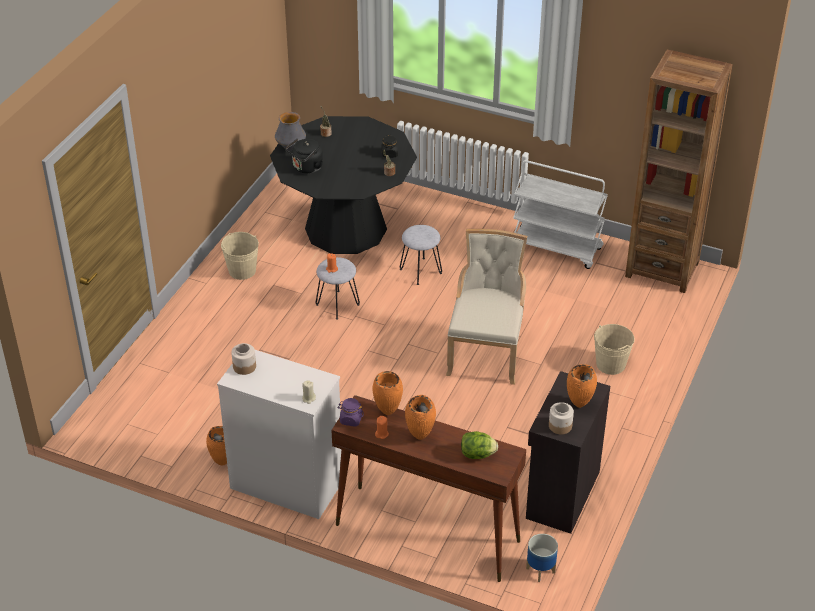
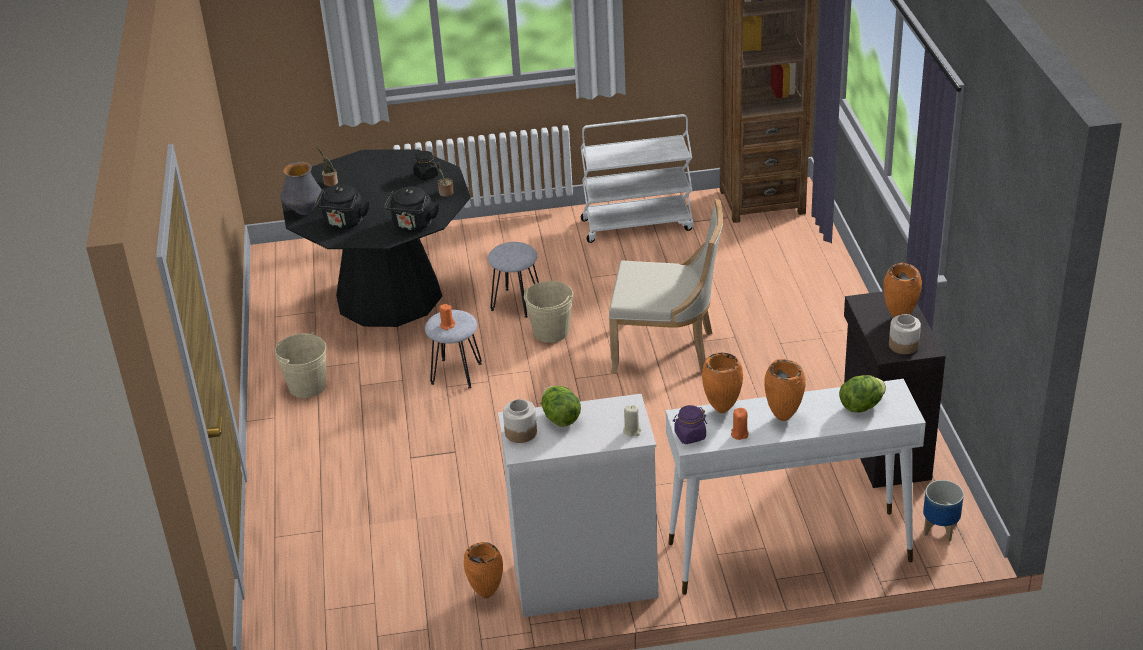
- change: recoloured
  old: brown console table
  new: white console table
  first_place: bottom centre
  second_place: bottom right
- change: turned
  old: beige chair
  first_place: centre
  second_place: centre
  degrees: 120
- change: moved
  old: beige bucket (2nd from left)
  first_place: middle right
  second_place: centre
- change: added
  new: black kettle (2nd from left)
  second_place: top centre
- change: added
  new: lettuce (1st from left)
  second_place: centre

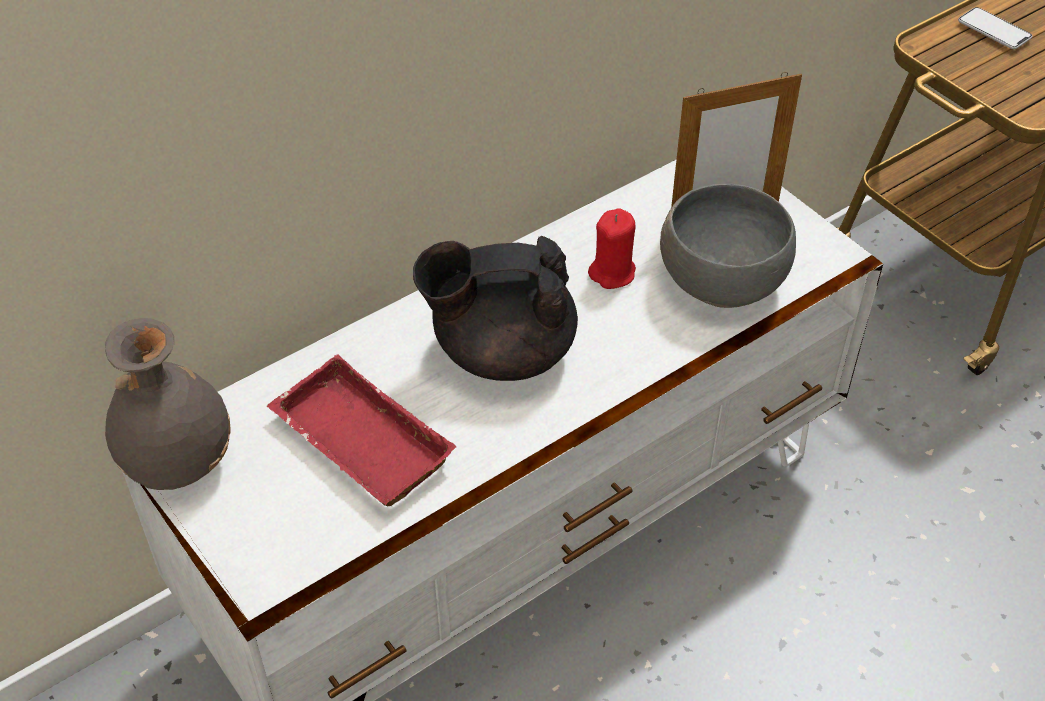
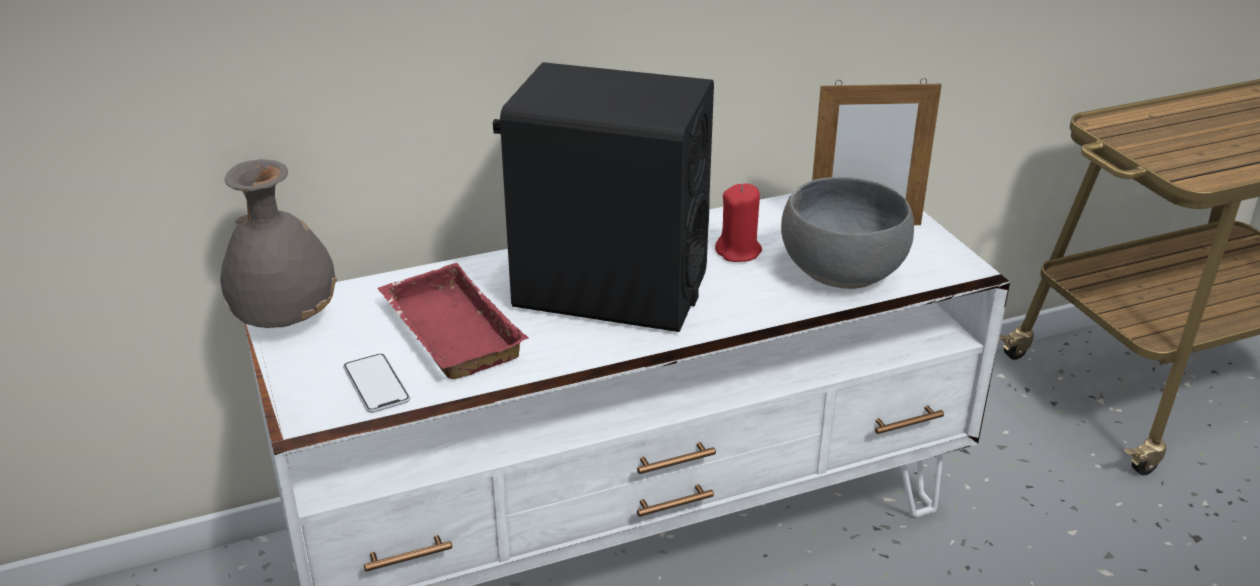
- change: replaced
  old: black teapot
  new: black speaker
  first_place: centre
  second_place: centre
- change: moved
  old: phone
  first_place: top right
  second_place: middle left

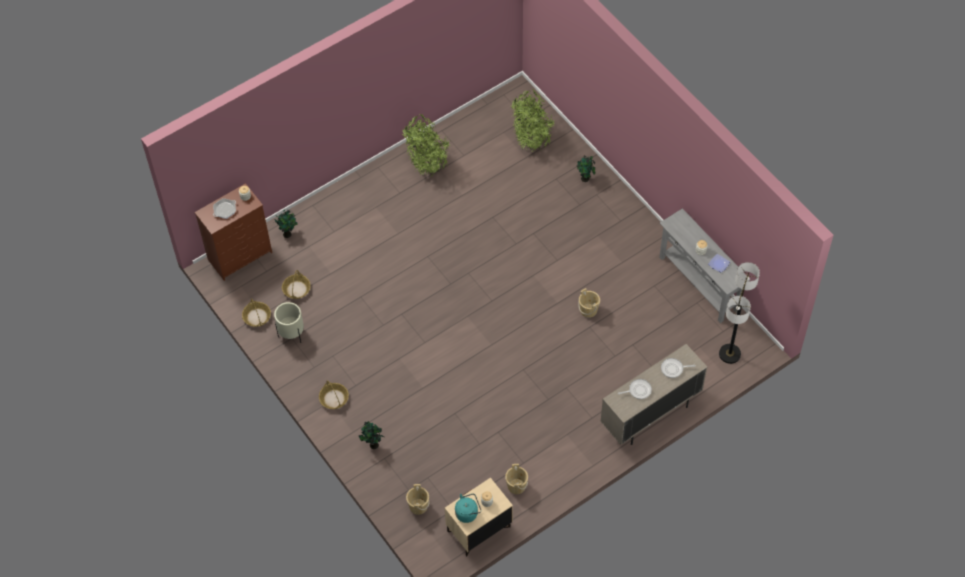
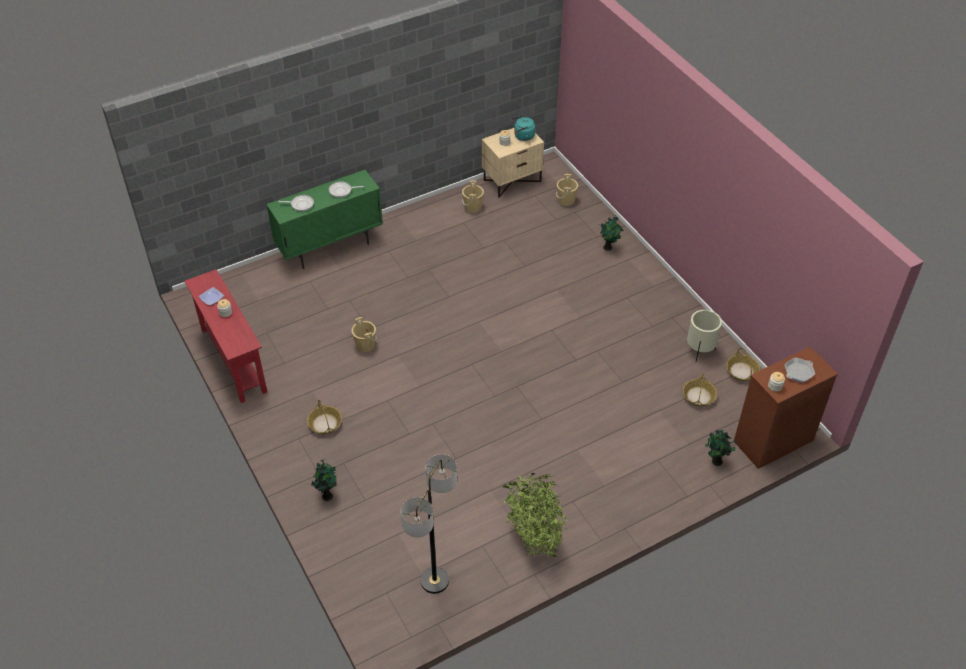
- change: moved
  old: basket (3rd from left in the first image)
  new: basket (1st from left)
  first_place: bottom centre
  second_place: centre
- change: removed
  old: potted plant (4th from left)
  first_place: top centre
- change: recoloured
  old: beige cabinet
  new: green cabinet
  first_place: bottom right
  second_place: top centre
- change: recoloured
  old: grey console table
  new: red console table
  first_place: middle right
  second_place: middle left
- change: moved
  old: floor lamp
  first_place: middle right
  second_place: bottom centre

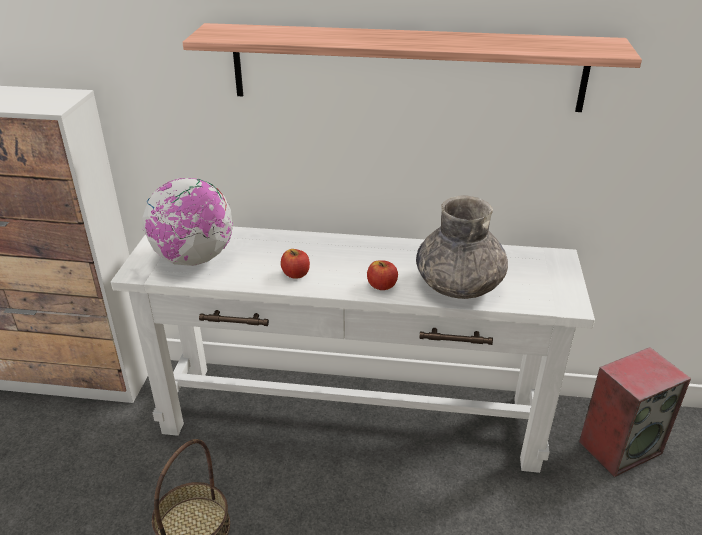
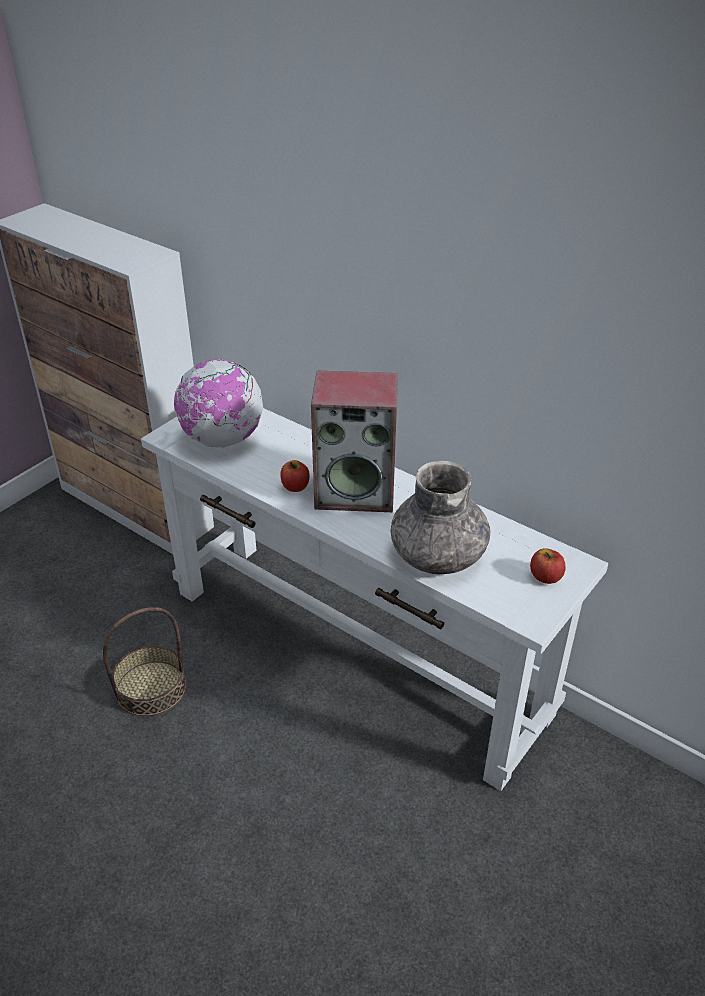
- change: removed
  old: shelf
  first_place: top centre
- change: moved
  old: apple (2nd from left)
  first_place: centre
  second_place: middle right
- change: moved
  old: speaker
  first_place: bottom right
  second_place: centre

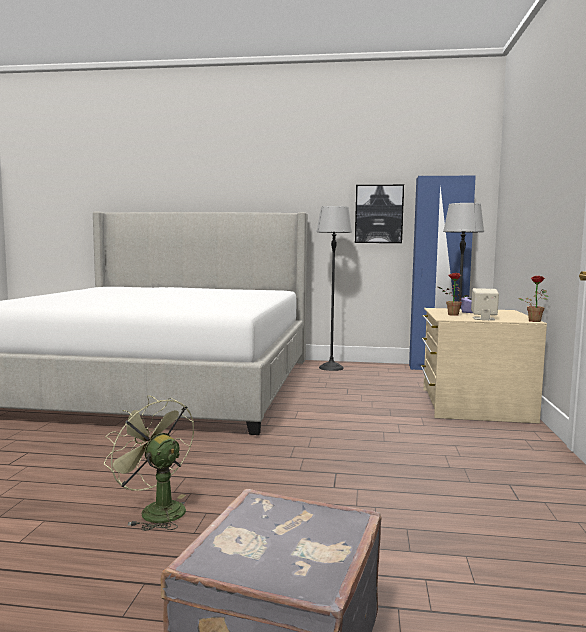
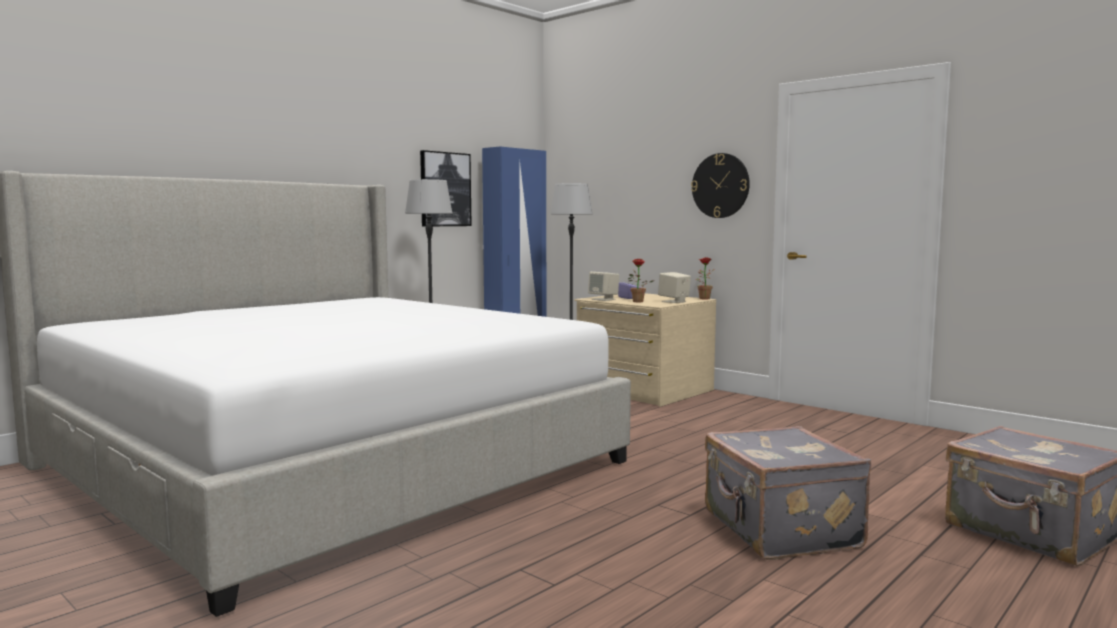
- change: replaced
  old: green fan
  new: grey suitcase (1st from left)
  first_place: bottom left
  second_place: bottom right
- change: added
  new: beige speaker (1st from left)
  second_place: centre
- change: added
  new: wall clock
  second_place: top centre

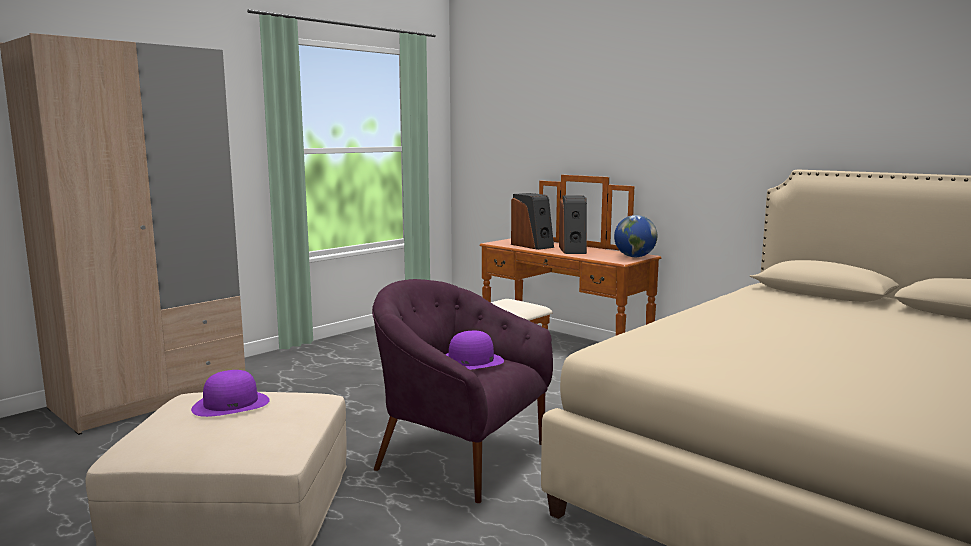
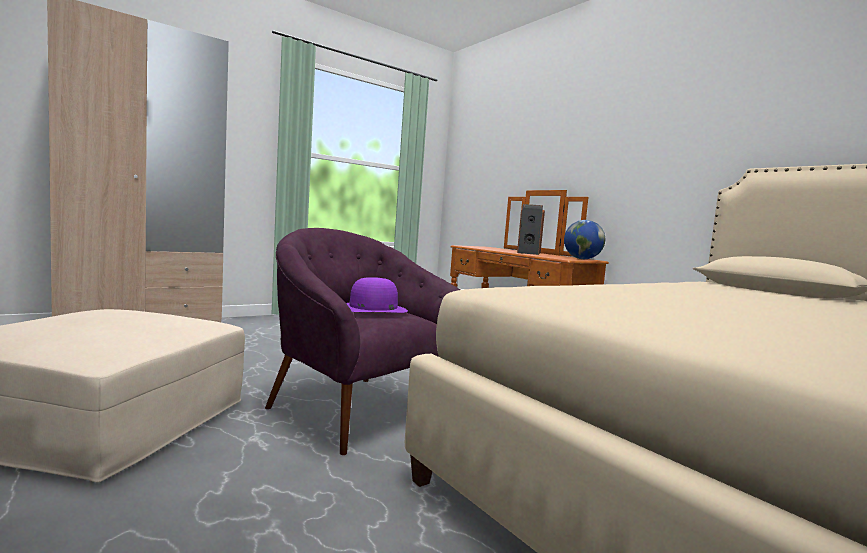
- change: removed
  old: purple hat (1st from left)
  first_place: bottom left
- change: removed
  old: speaker (1st from left)
  first_place: centre

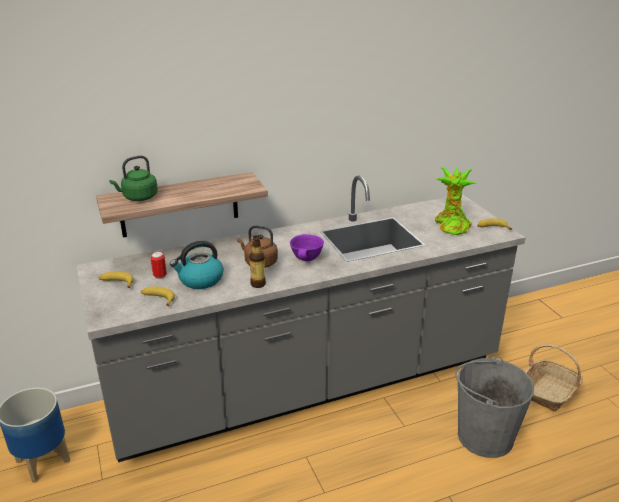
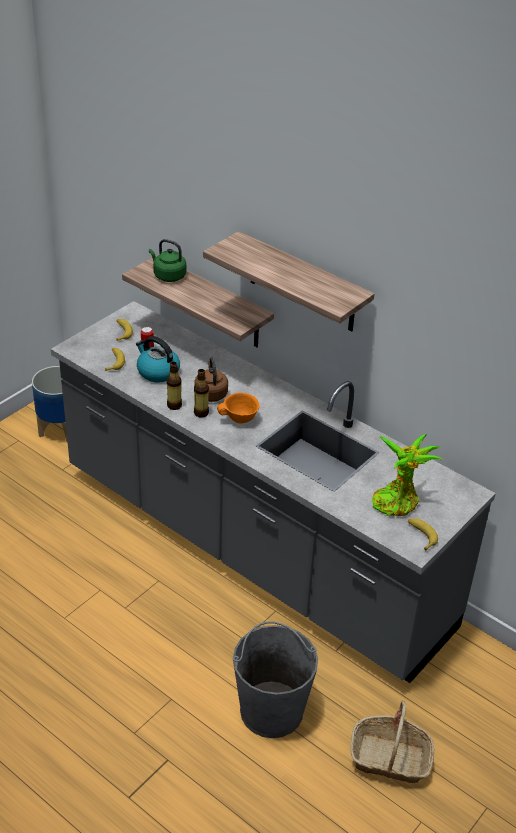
- change: recoloured
  old: purple bowl
  new: orange bowl
  first_place: centre
  second_place: centre
- change: added
  new: bottle (2nd from left)
  second_place: centre
- change: added
  new: shelf (2nd from left)
  second_place: centre

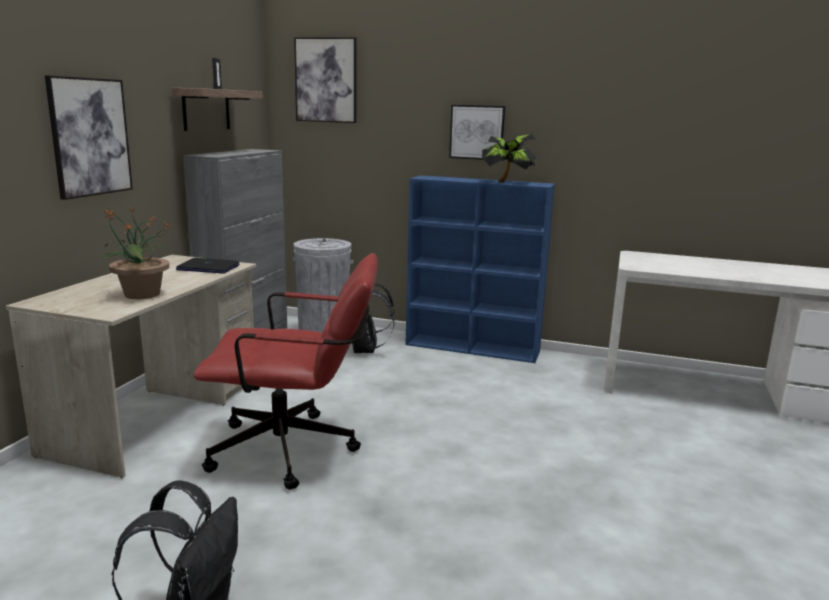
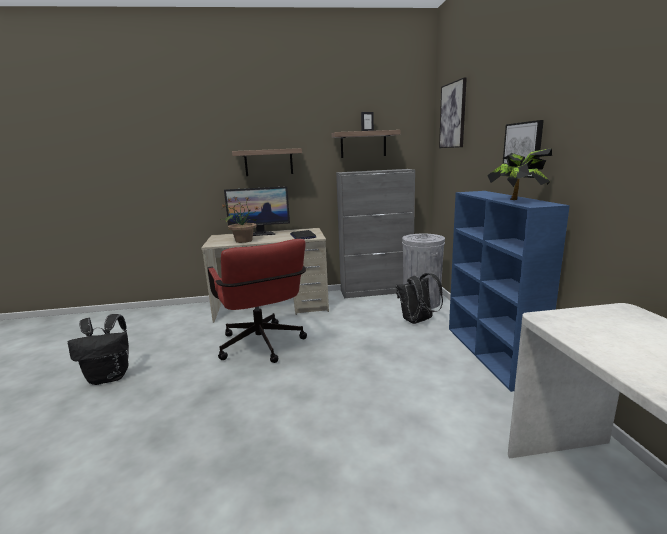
- change: replaced
  old: picture (1st from left)
  new: shelf (1st from left)
  first_place: top left
  second_place: top centre
- change: added
  new: monitor
  second_place: centre

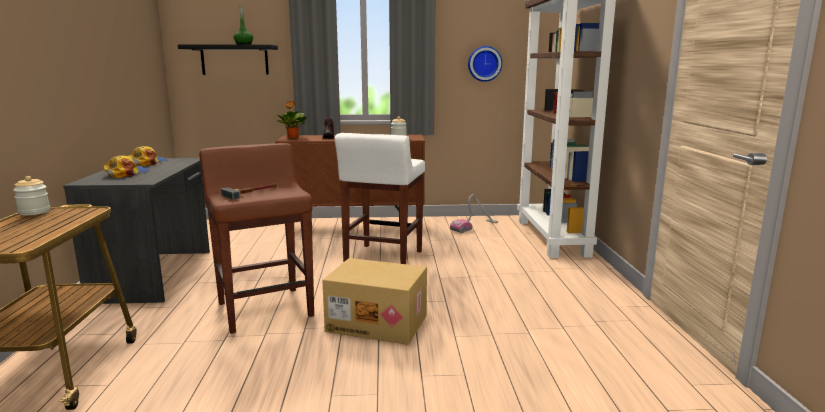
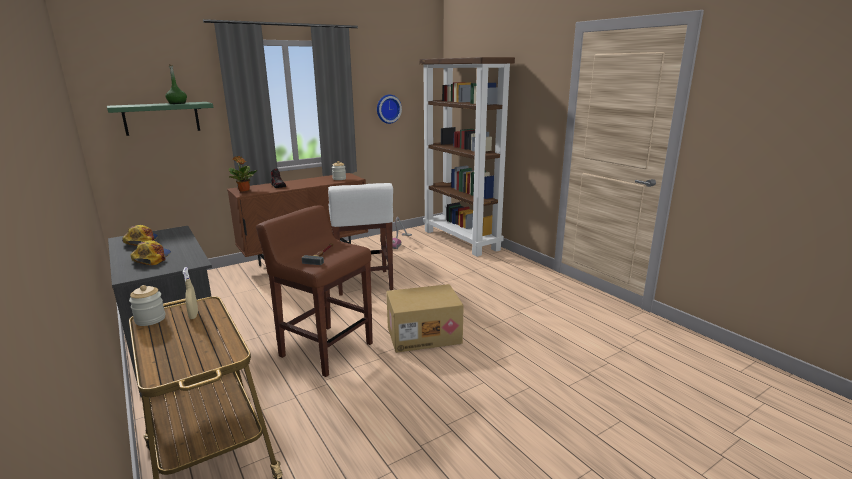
- change: recoloured
  old: black shelf
  new: green shelf
  first_place: top left
  second_place: top left
- change: added
  new: beige spray bottle
  second_place: middle left

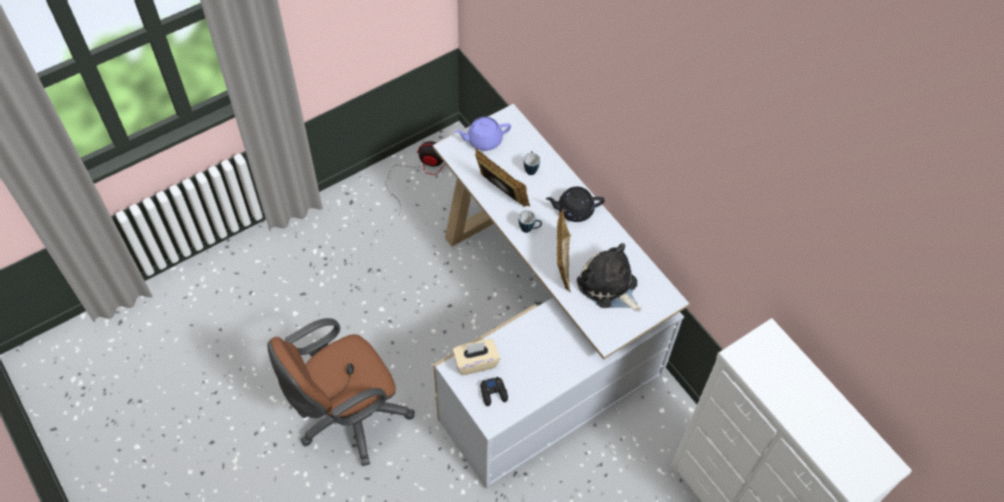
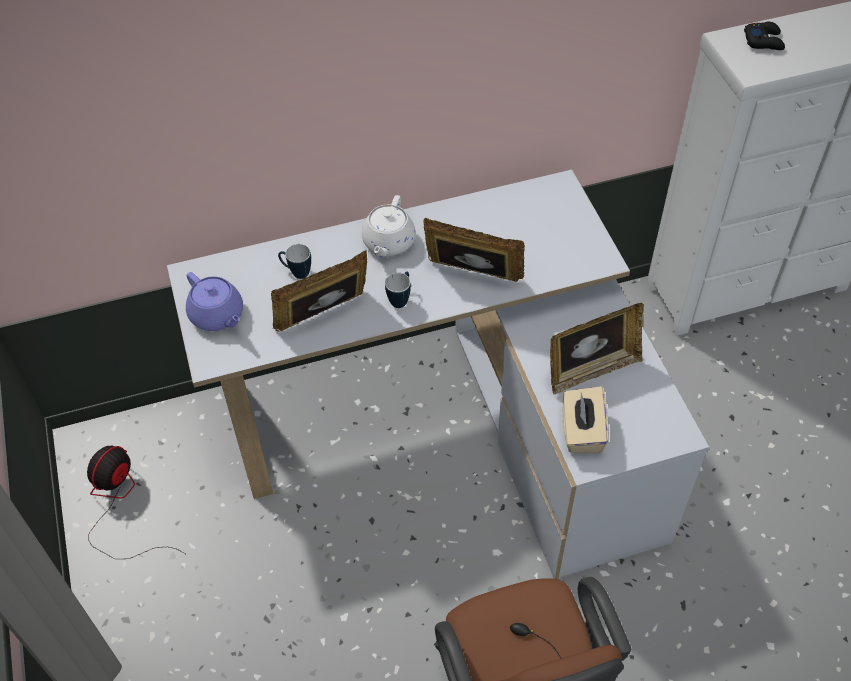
- change: turned
  old: purple teapot
  first_place: top centre
  second_place: middle left
  degrees: -45
- change: moved
  old: black game controller
  first_place: bottom centre
  second_place: top right
- change: recoloured
  old: black teapot
  new: white teapot
  first_place: centre
  second_place: top centre
- change: removed
  old: plush toy
  first_place: centre
- change: added
  new: picture frame (3rd from left)
  second_place: middle right

